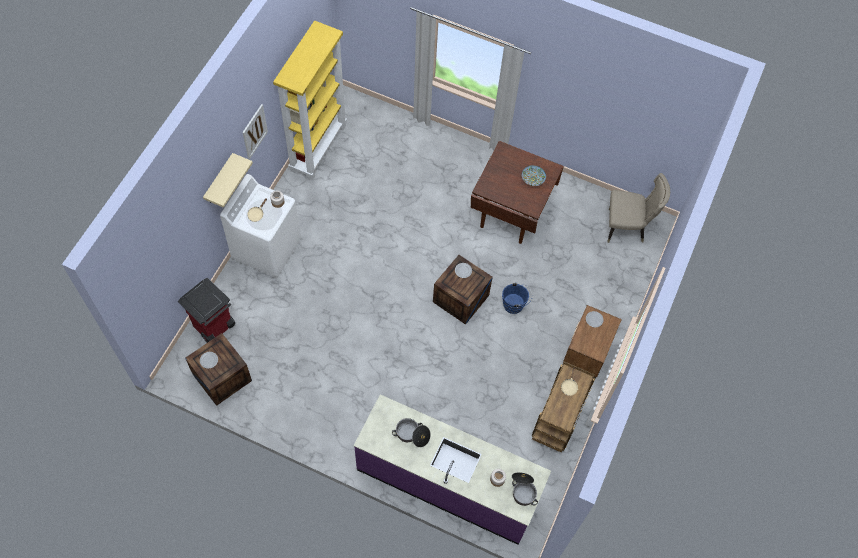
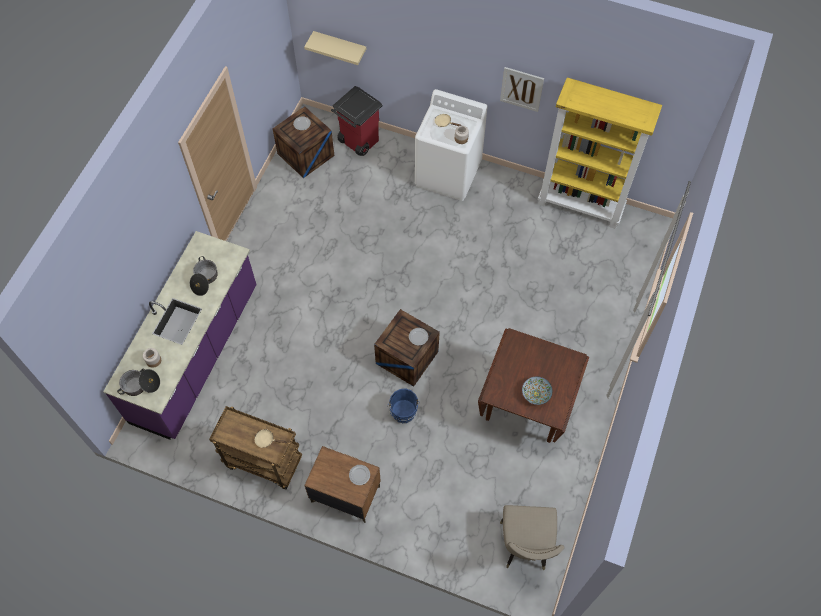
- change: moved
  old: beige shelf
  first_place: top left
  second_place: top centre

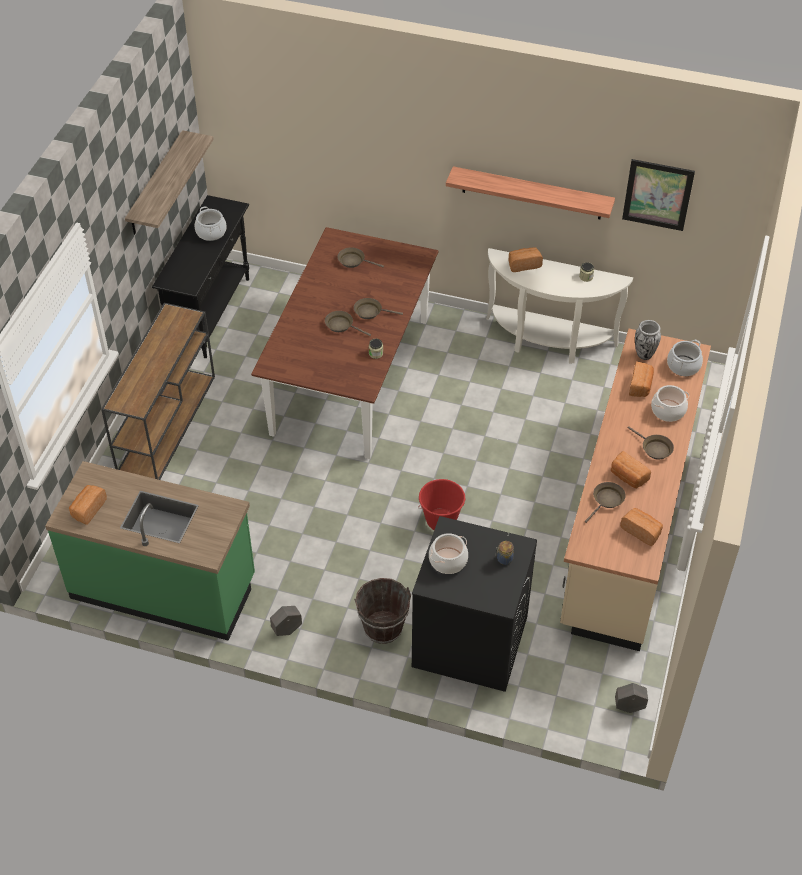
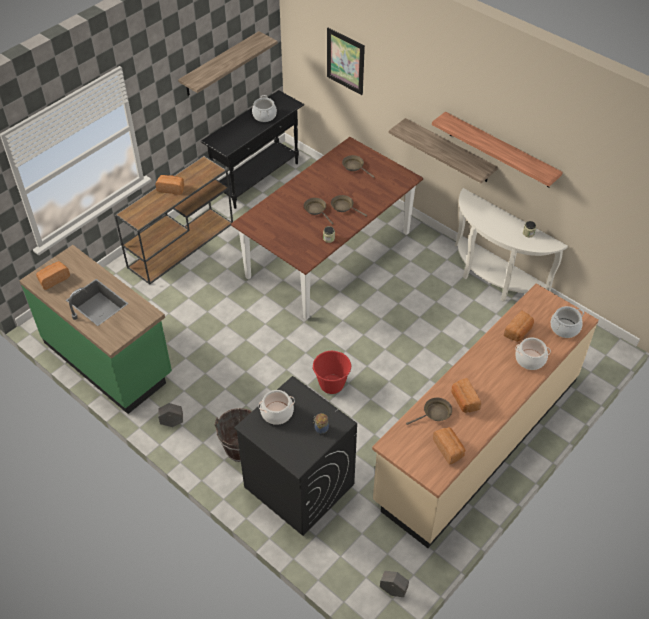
- change: moved
  old: bread (2nd from left)
  first_place: top centre
  second_place: top left
- change: moved
  old: picture
  first_place: top right
  second_place: top centre
- change: removed
  old: brown frying pan (5th from left)
  first_place: middle right
- change: removed
  old: vase
  first_place: middle right
- change: added
  new: shelf (2nd from left)
  second_place: top right

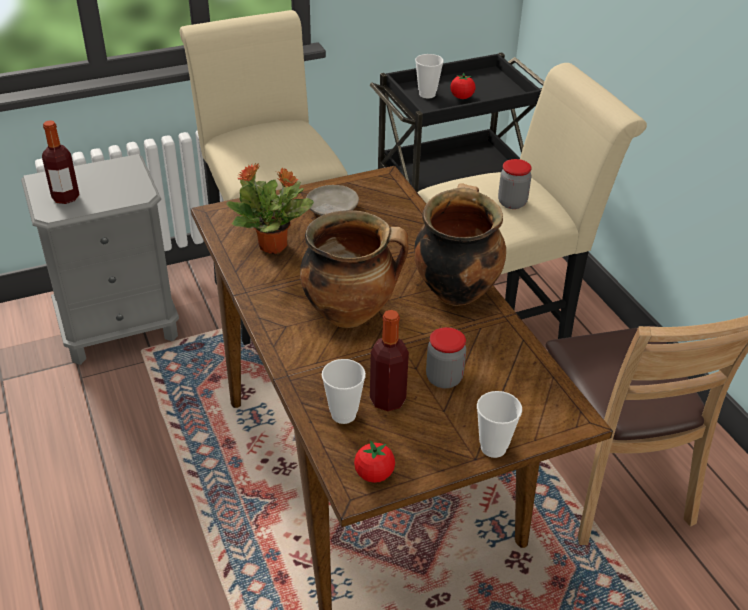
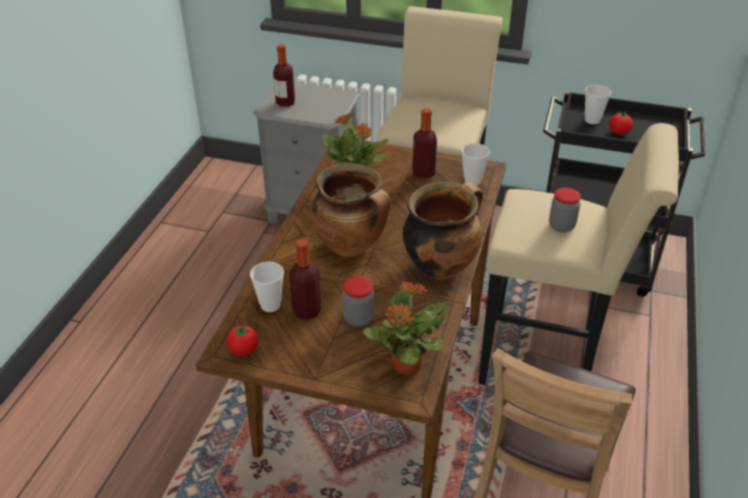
- change: replaced
  old: beige plate
  new: bottle (3rd from left)
  first_place: top centre
  second_place: top centre
- change: moved
  old: cup (3rd from left in the first image)
  new: cup (2nd from left)
  first_place: bottom right
  second_place: top centre
- change: added
  new: potted plant (2nd from left)
  second_place: centre

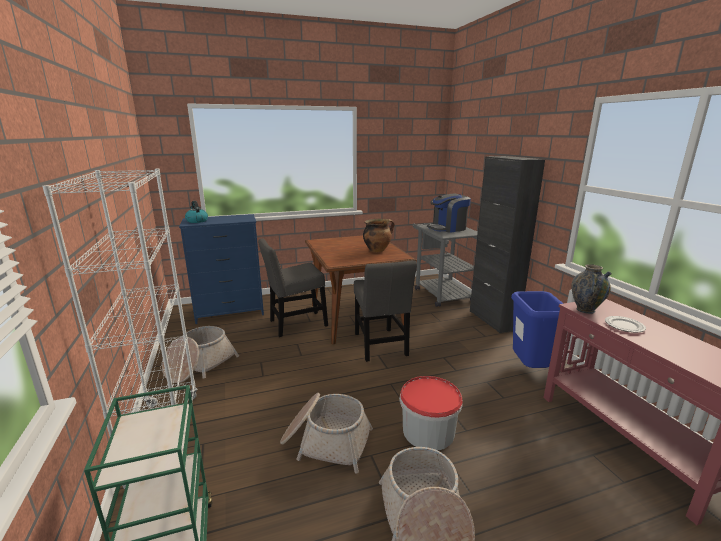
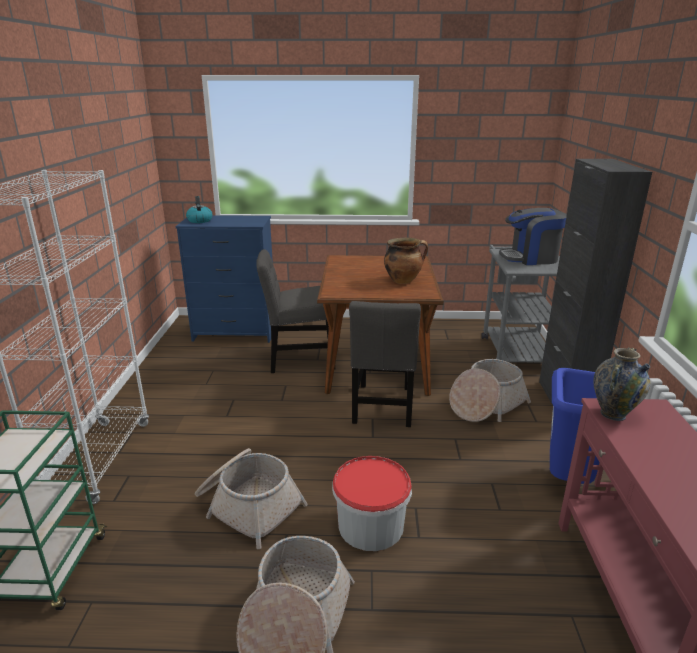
- change: moved
  old: basket (1st from left in the first image)
  new: basket (3rd from left)
  first_place: middle left
  second_place: middle right
- change: removed
  old: plate
  first_place: middle right

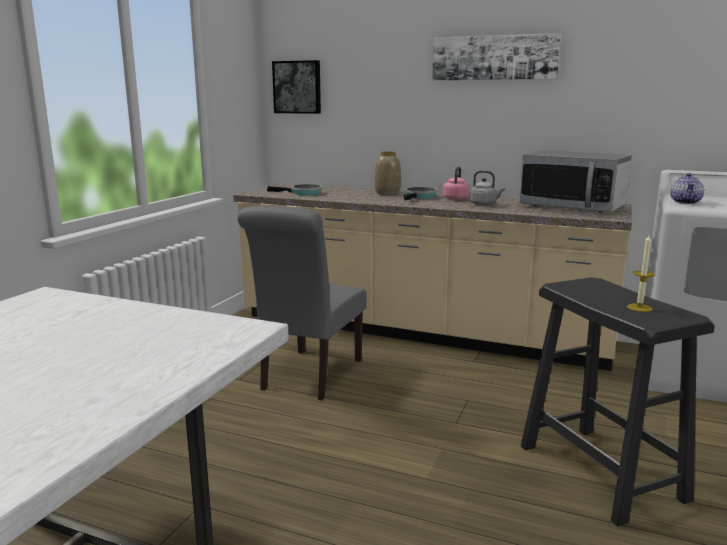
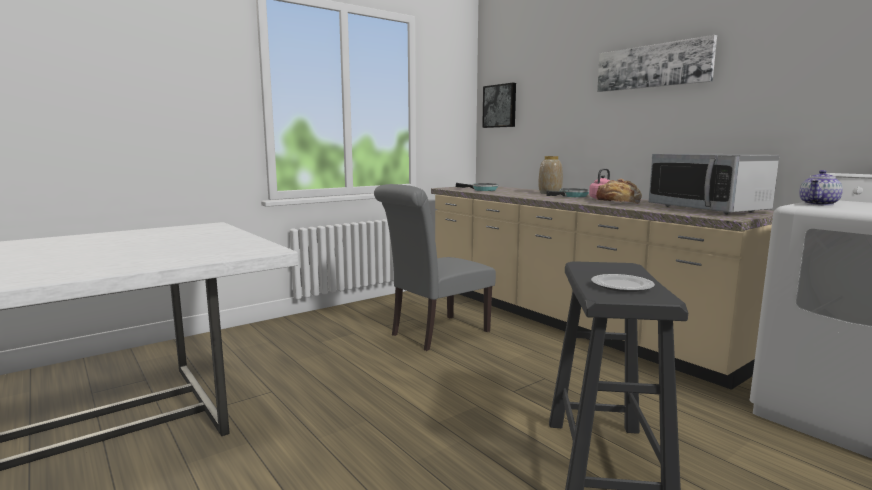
- change: replaced
  old: grey kettle
  new: bread
  first_place: middle right
  second_place: middle right
- change: replaced
  old: candle
  new: plate
  first_place: middle right
  second_place: middle right

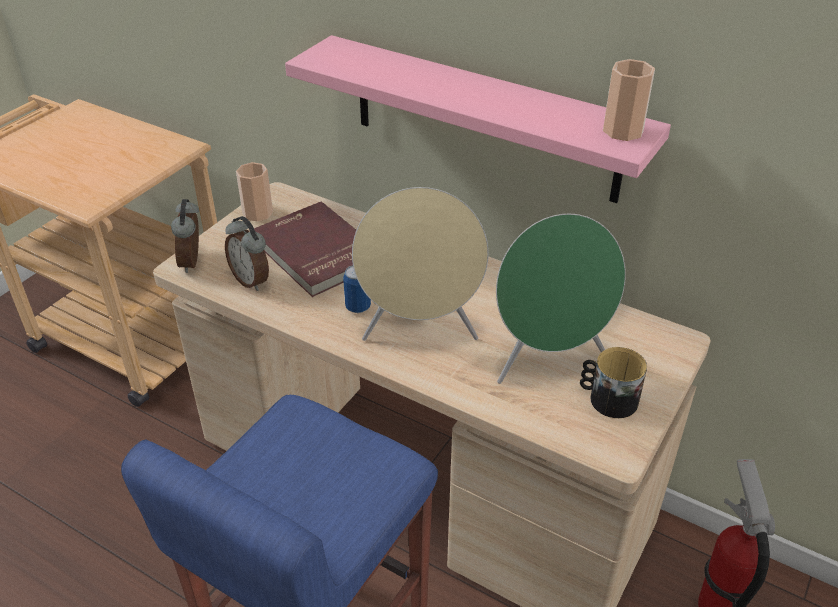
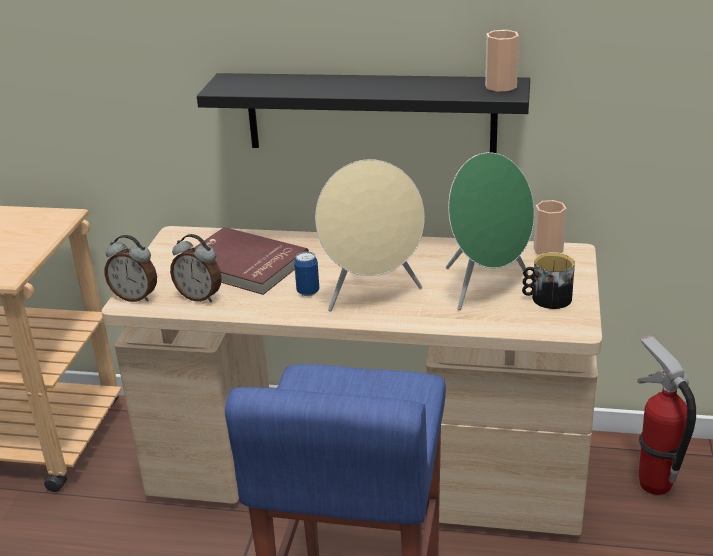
- change: turned
  old: alarm clock (1st from left)
  first_place: middle left
  second_place: middle left
  degrees: -45
- change: moved
  old: cup (1st from left in the first image)
  new: cup (2nd from left)
  first_place: top left
  second_place: middle right
- change: recoloured
  old: pink shelf
  new: black shelf
  first_place: top centre
  second_place: top centre

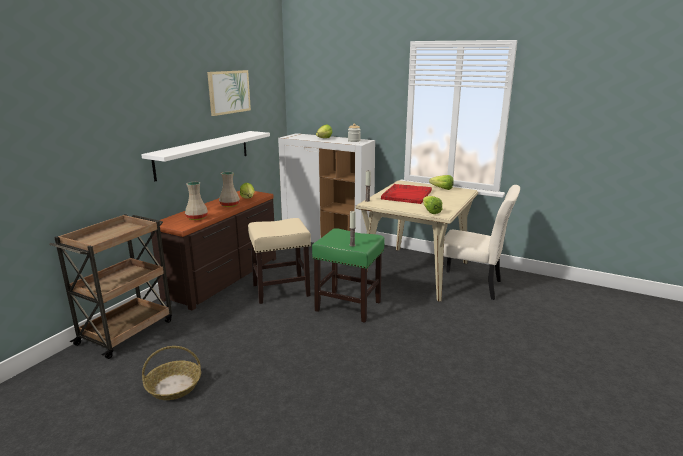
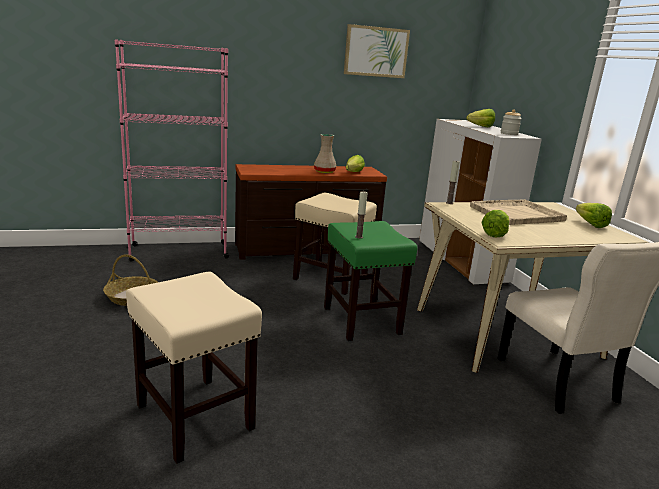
- change: replaced
  old: brown cart
  new: pink bookcase
  first_place: middle left
  second_place: top left
- change: removed
  old: white shelf
  first_place: middle left
- change: removed
  old: beige vase (1st from left)
  first_place: middle left
- change: recoloured
  old: red tray
  new: beige tray
  first_place: centre
  second_place: middle right
- change: added
  new: beige stool (1st from left)
  second_place: bottom left

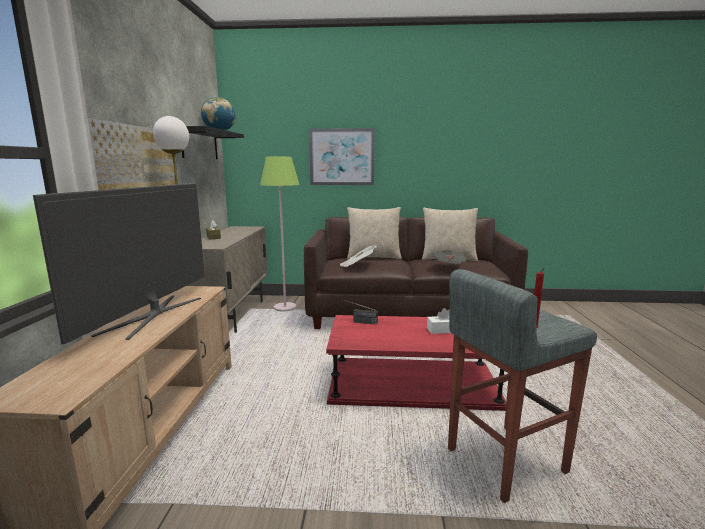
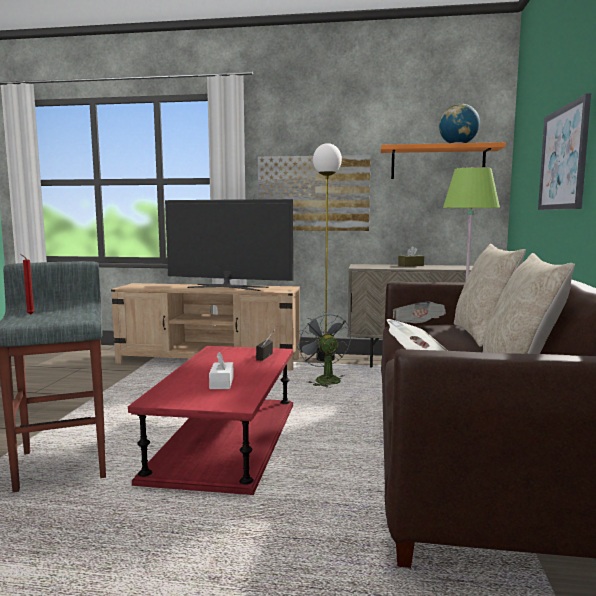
- change: recoloured
  old: black shelf
  new: orange shelf
  first_place: top left
  second_place: top right
- change: added
  new: grey fan
  second_place: centre

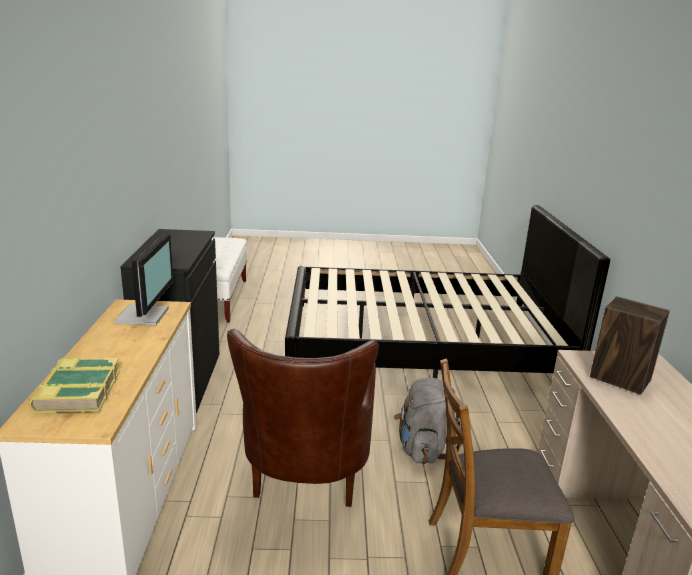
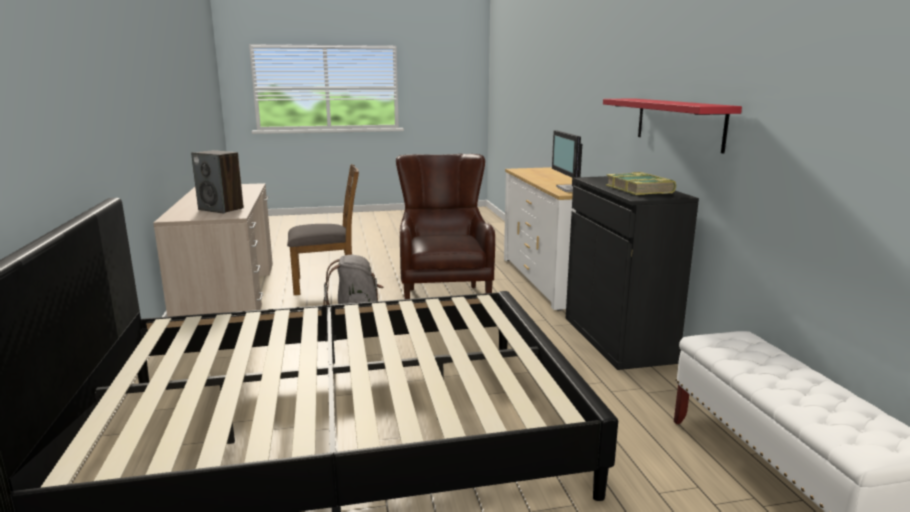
- change: moved
  old: book
  first_place: bottom left
  second_place: middle right
- change: added
  new: red shelf
  second_place: top right

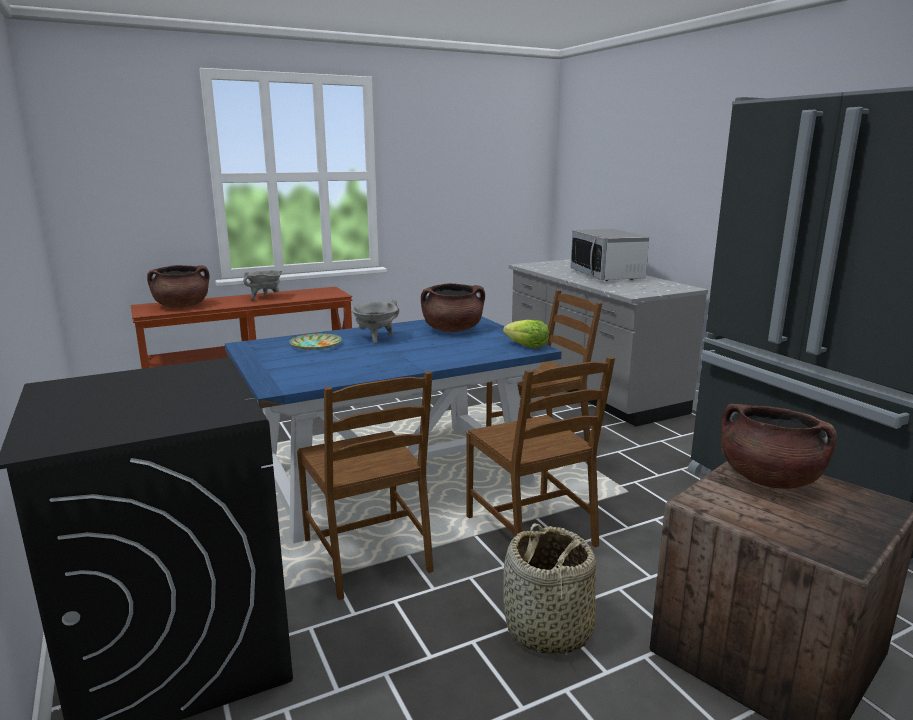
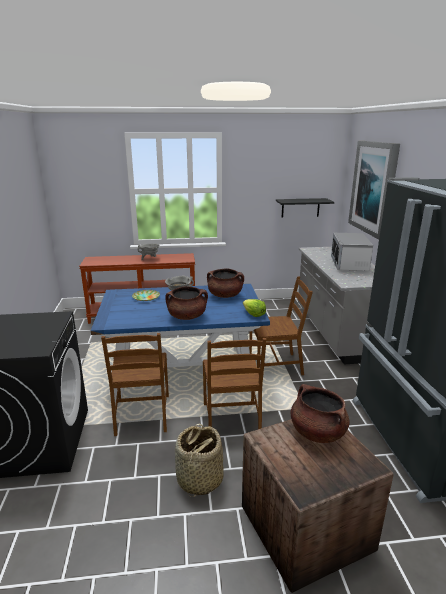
- change: moved
  old: brown cooking pot (1st from left)
  first_place: middle left
  second_place: centre
- change: added
  new: black shelf
  second_place: middle right
- change: added
  new: picture
  second_place: top right

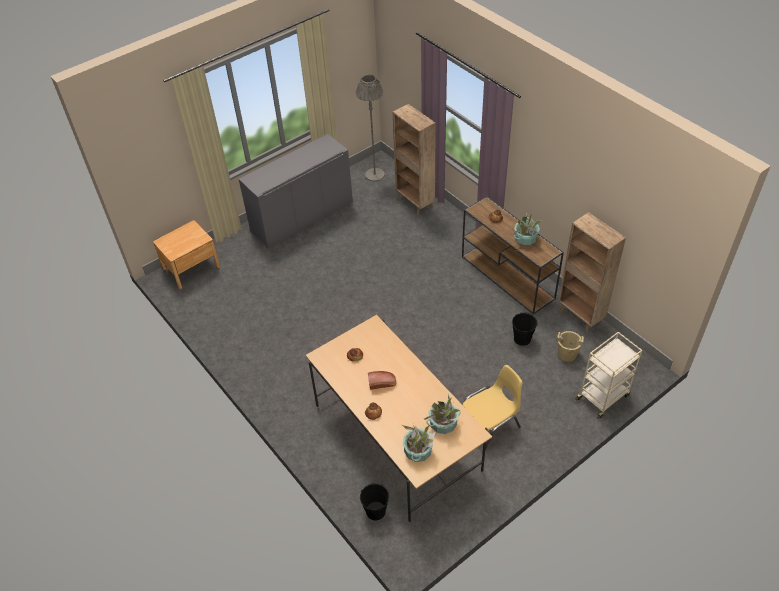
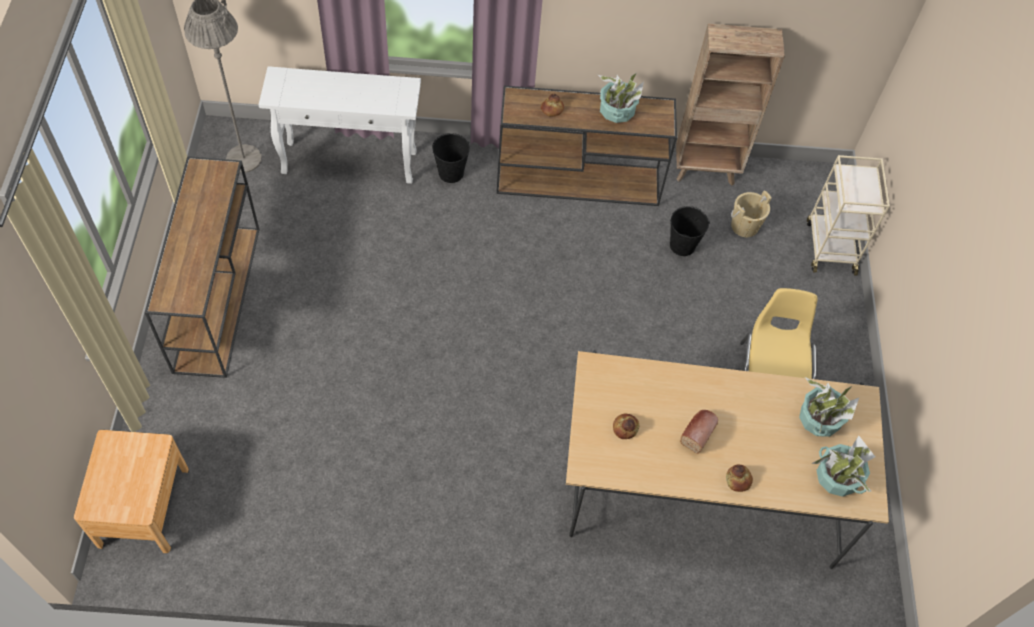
- change: replaced
  old: grey cabinet
  new: brown console table (1st from left)
  first_place: top centre
  second_place: middle left
- change: moved
  old: black bucket (1st from left)
  first_place: bottom centre
  second_place: top centre
- change: replaced
  old: brown bookcase (1st from left)
  new: white console table
  first_place: top centre
  second_place: top left

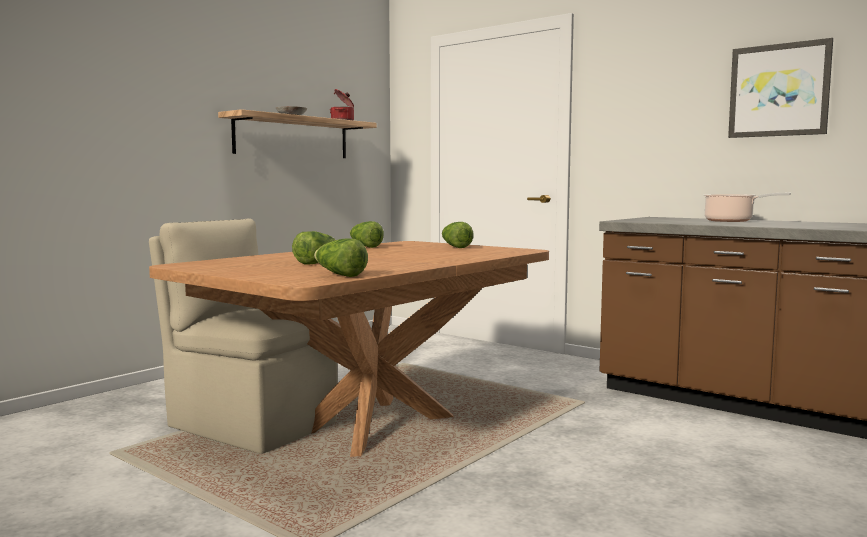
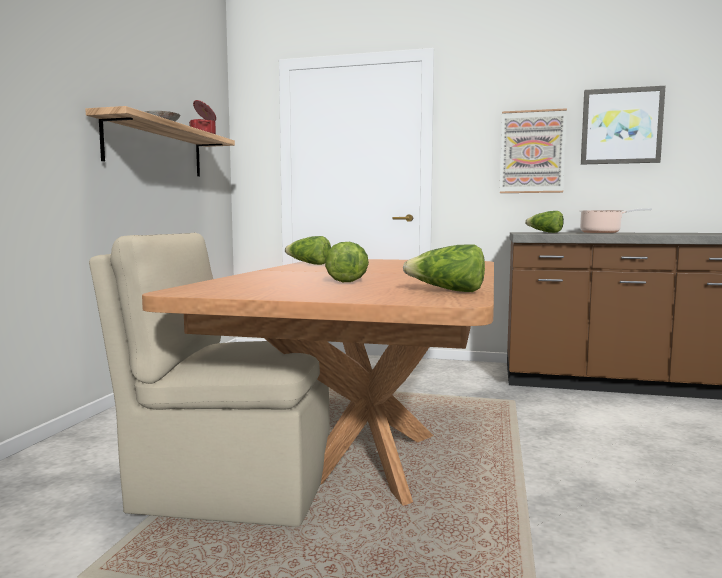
- change: moved
  old: lettuce (4th from left)
  first_place: centre
  second_place: middle right
- change: added
  new: picture (1st from left)
  second_place: top right

